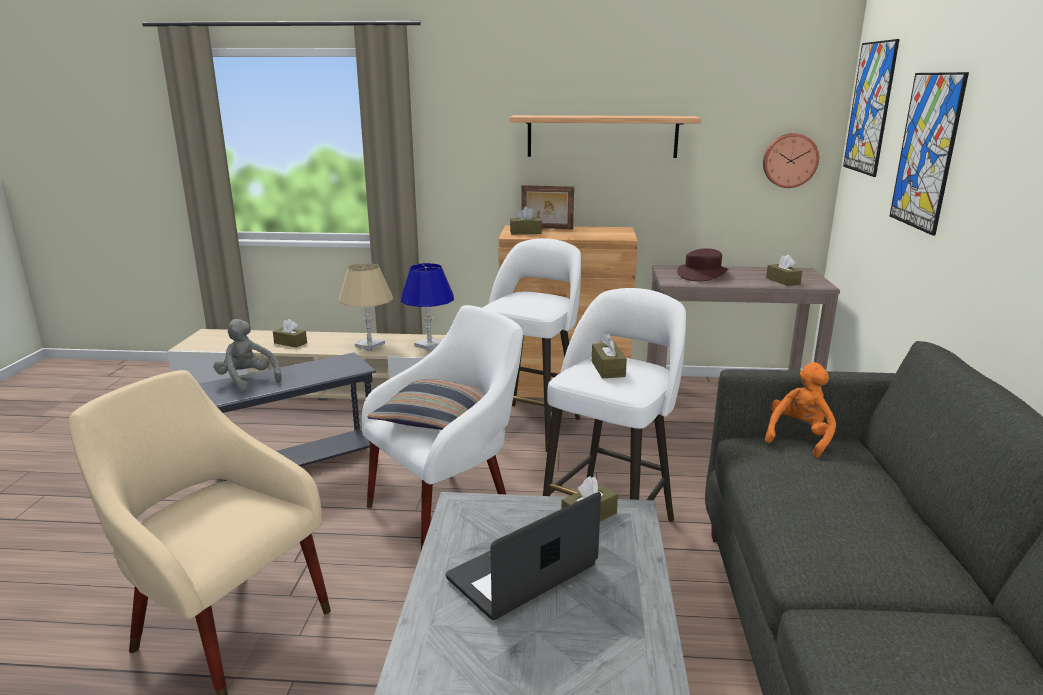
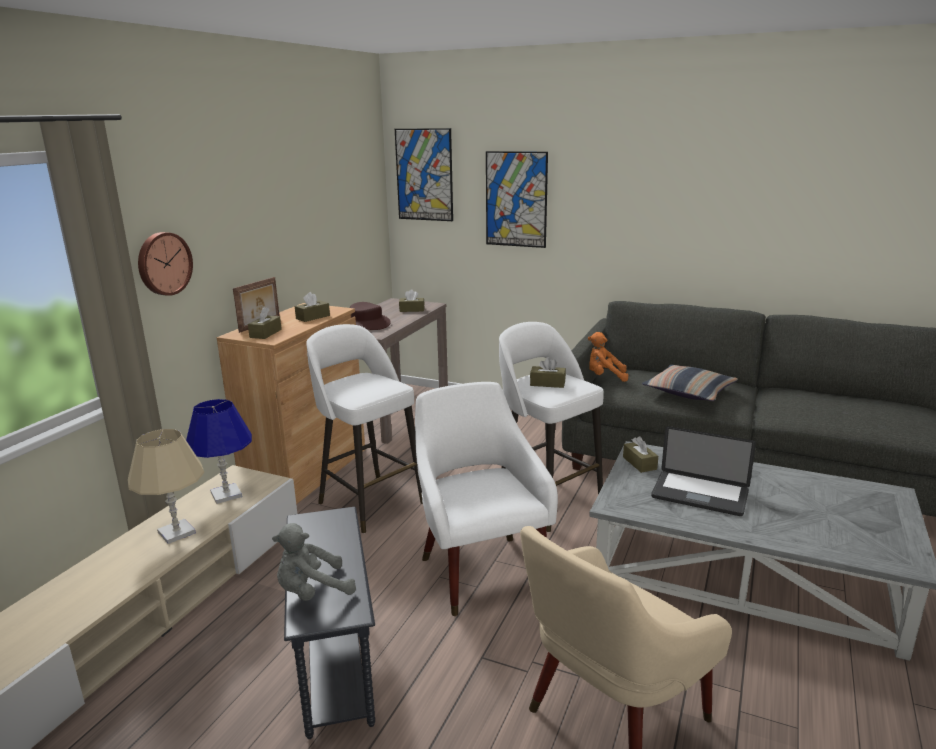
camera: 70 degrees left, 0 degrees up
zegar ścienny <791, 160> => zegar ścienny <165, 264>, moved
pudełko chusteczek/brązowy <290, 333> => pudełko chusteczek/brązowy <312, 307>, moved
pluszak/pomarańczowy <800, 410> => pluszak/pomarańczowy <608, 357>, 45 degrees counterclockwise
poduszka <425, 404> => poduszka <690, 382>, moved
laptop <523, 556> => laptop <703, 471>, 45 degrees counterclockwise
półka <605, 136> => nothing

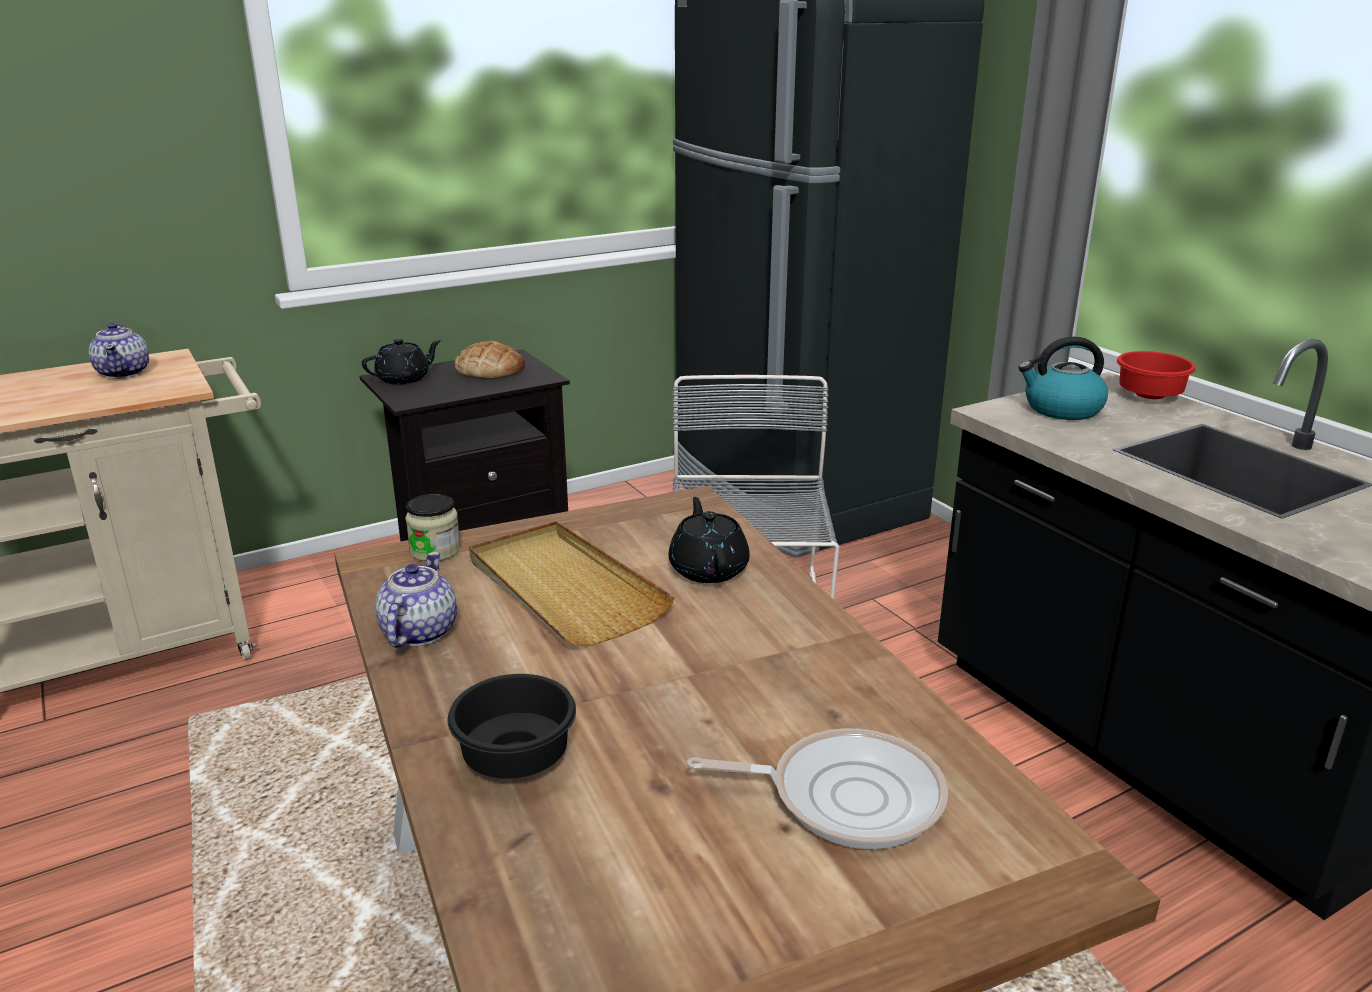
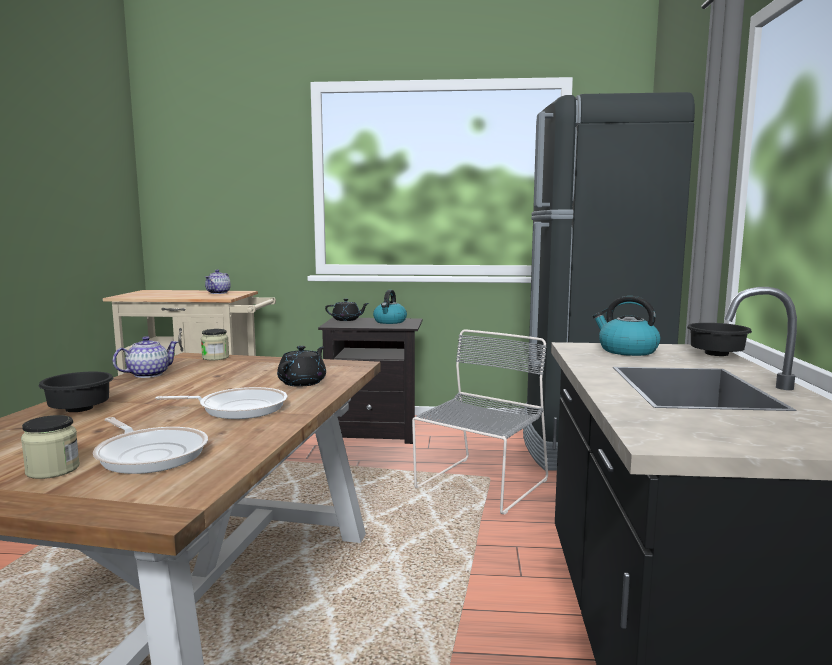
camera: 35 degrees right, 15 degrees down
nothing => słoik <50, 447>
nothing => patelnia <221, 403>
chleb <490, 360> => czajnik <390, 307>
miska/czerwony <1156, 375> => miska/czarny <719, 339>
taca/beżowy <572, 583> => nothing

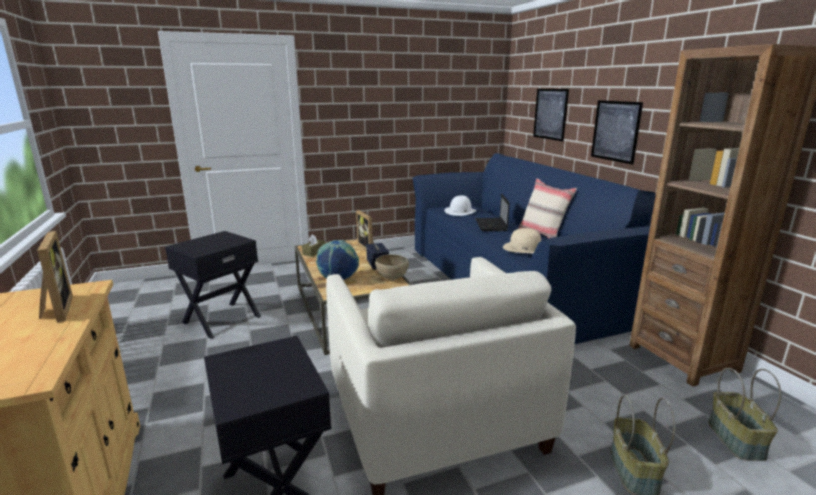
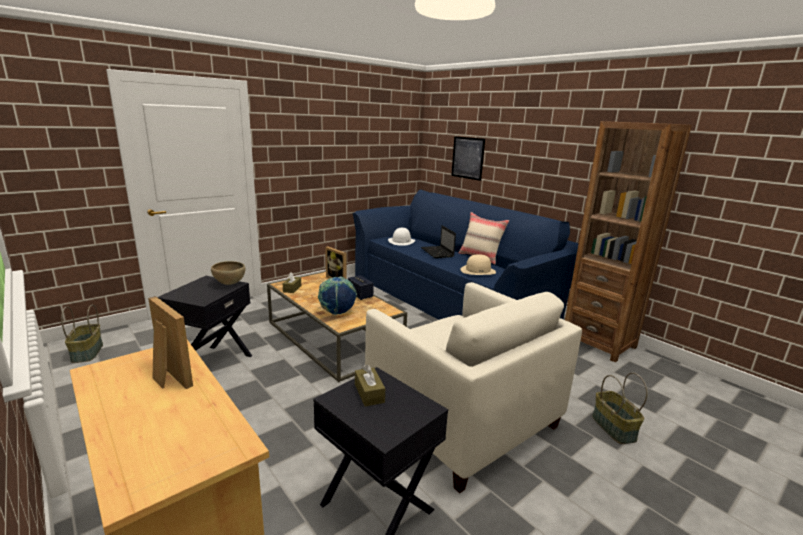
camera: 20 degrees left, 0 degrees up
koszyk <744, 414> => koszyk <82, 334>, moved
miska/brązowy <392, 267> => miska/brązowy <228, 273>, moved
nothing => pudełko chusteczek/brązowy <370, 385>
obraz <617, 132> => nothing

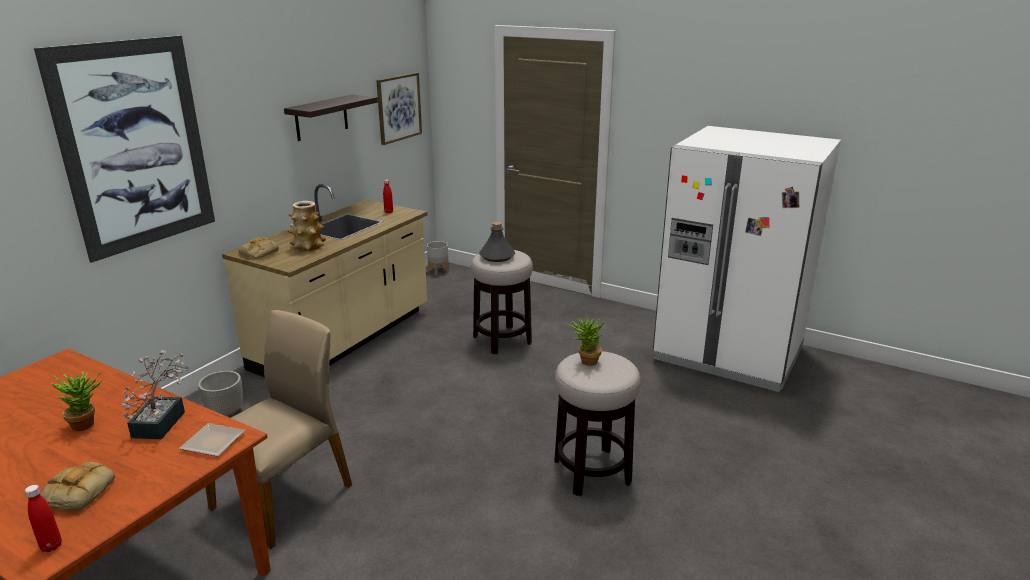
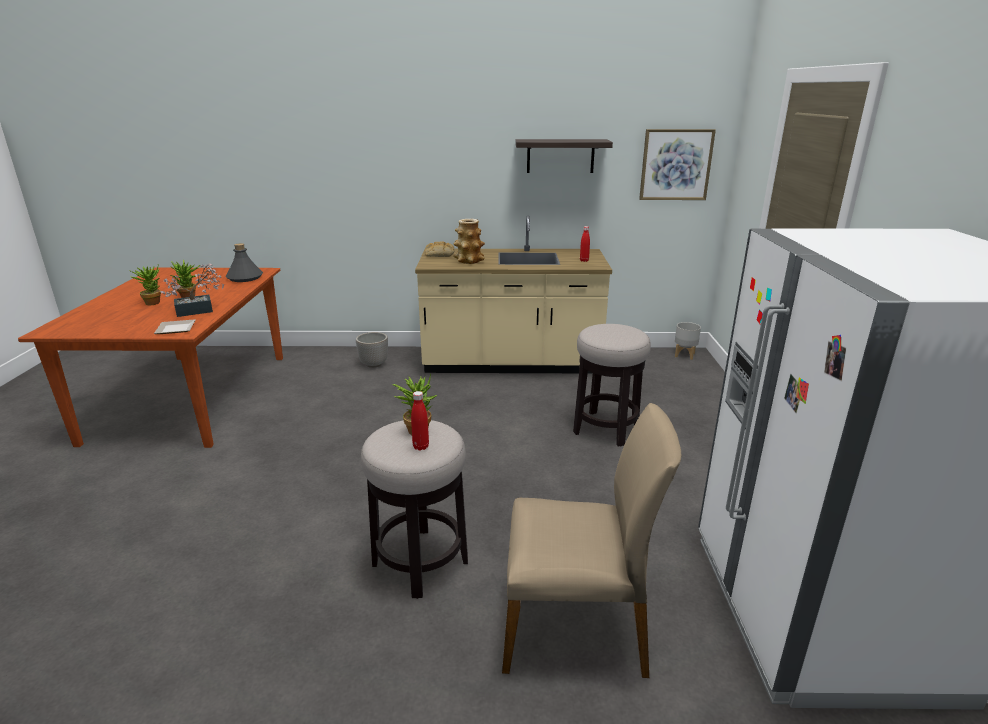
camera: 60 degrees right, 0 degrees up
nothing => roślina doniczkowa <144, 286>
butelka/szary <497, 242> => butelka/szary <244, 262>, moved
butelka/czerwony <43, 518> => butelka/czerwony <420, 420>, moved
krzesło/beżowy <278, 429> => krzesło/beżowy <591, 540>, moved
obraz <124, 149> => nothing
chleb <78, 486> => nothing

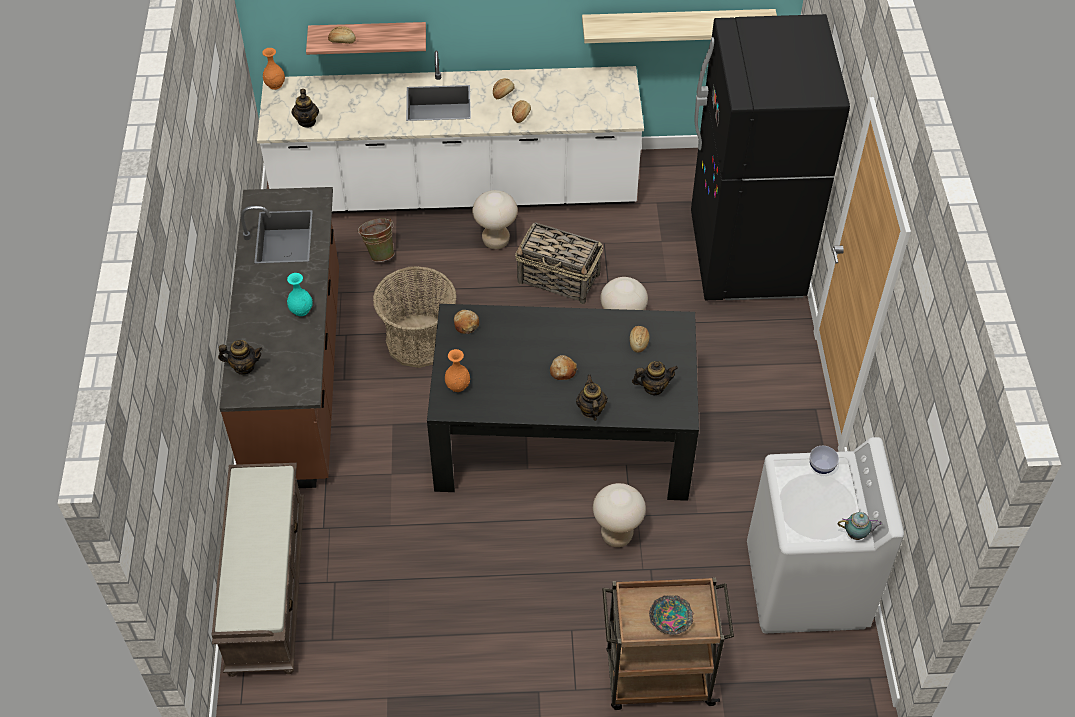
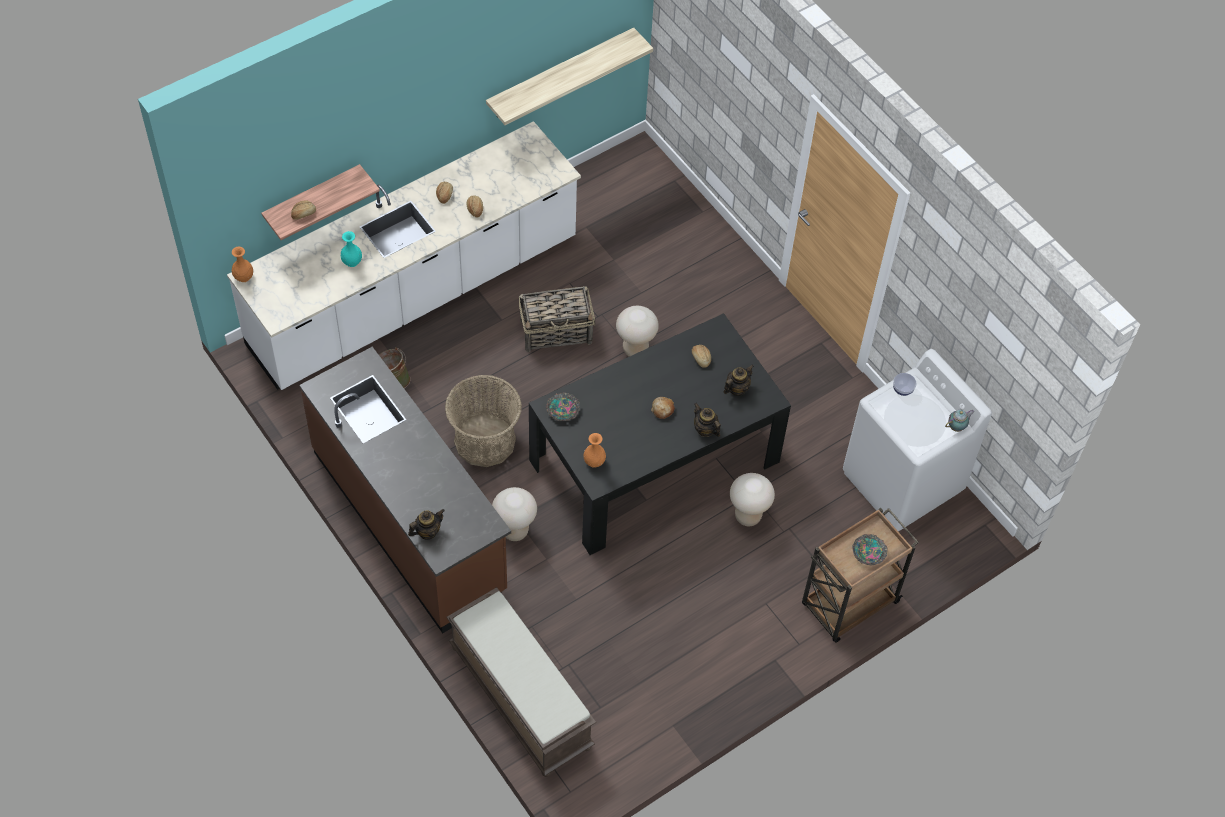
camera: 35 degrees left, 5 degrees up
wazon/turkusowy <300, 294> => wazon/turkusowy <351, 249>, moved
stołek/beżowy <495, 219> => stołek/beżowy <514, 514>, moved
chleb <466, 322> => miska <563, 406>
imbryk <305, 108> => nothing
lodówka/czarny <770, 157> => nothing

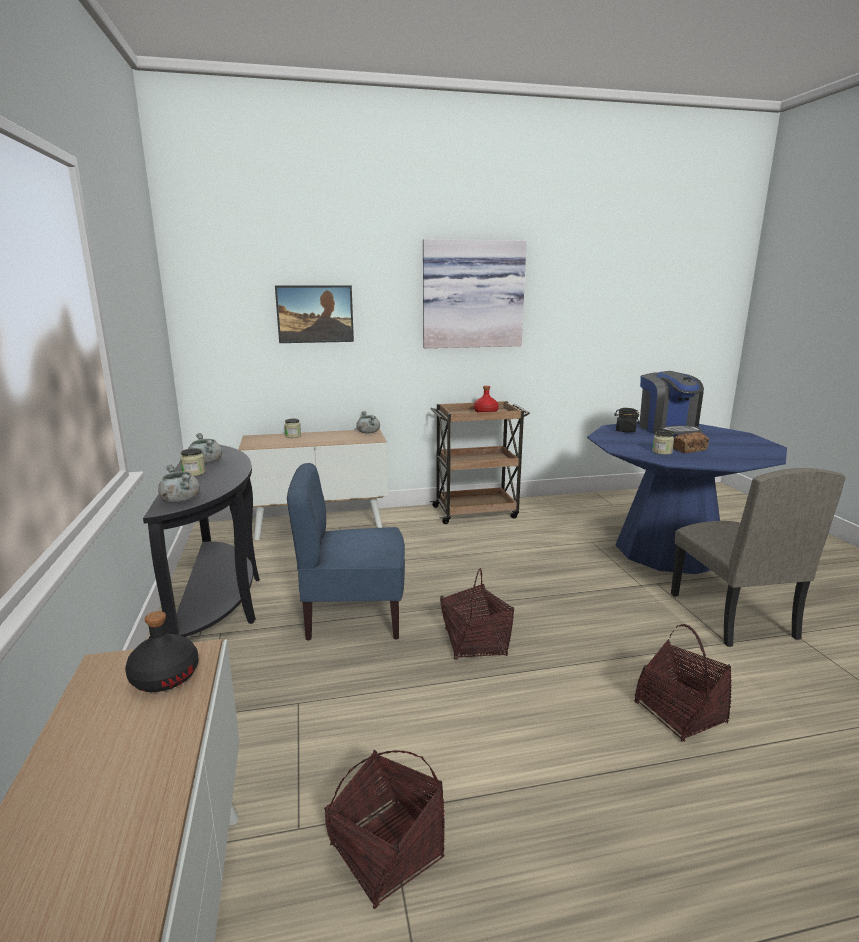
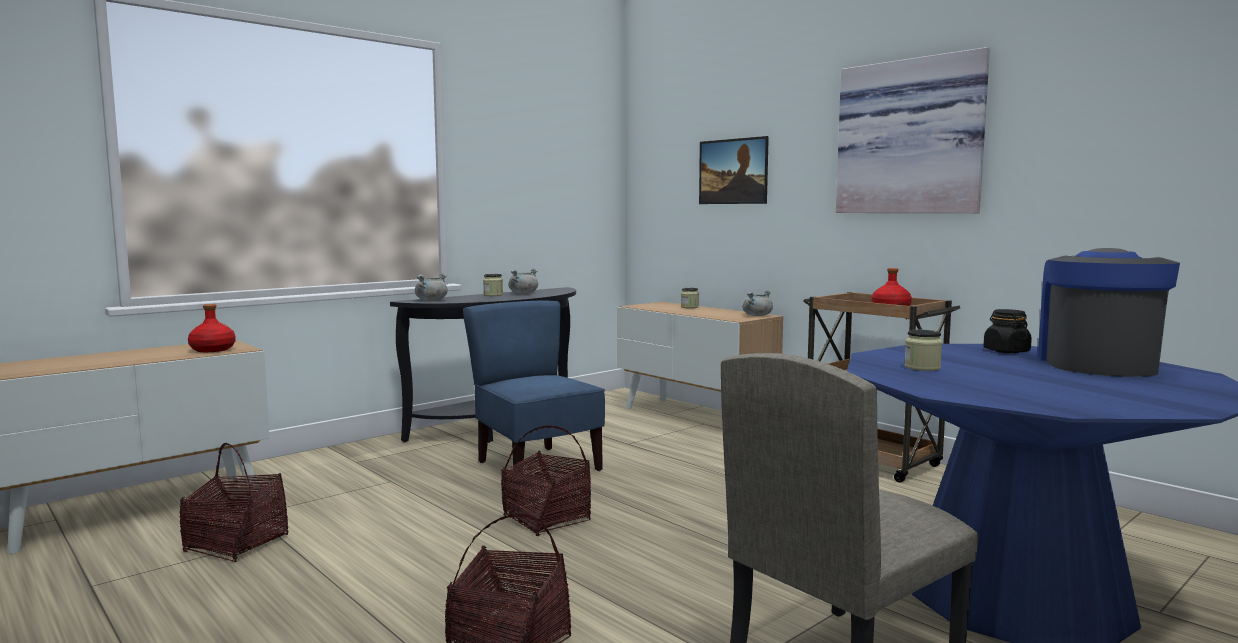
camera: 60 degrees right, 10 degrees down
butelka/czarny <162, 651> => butelka/czerwony <212, 328>
ekspres do kawy <671, 403> => ekspres do kawy <1109, 312>, 150 degrees clockwise
chleb <691, 442> => nothing

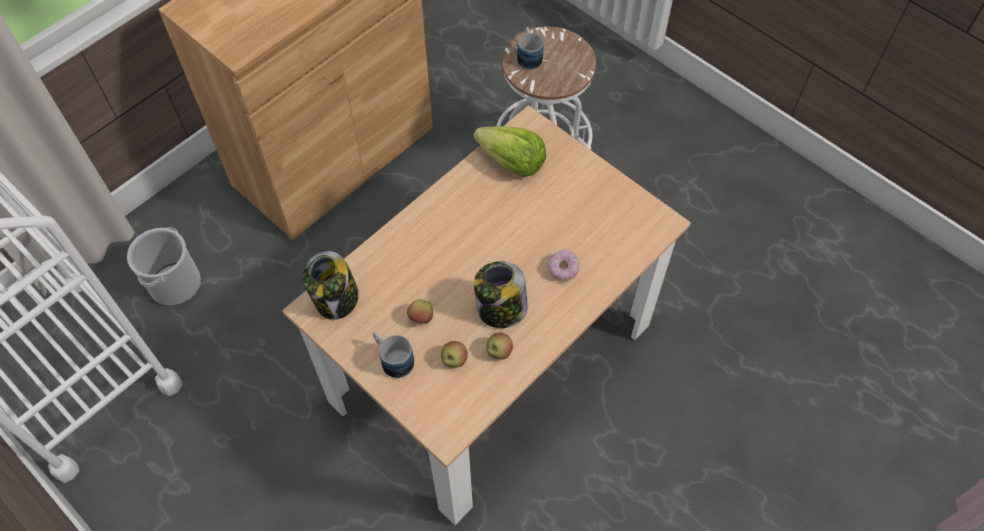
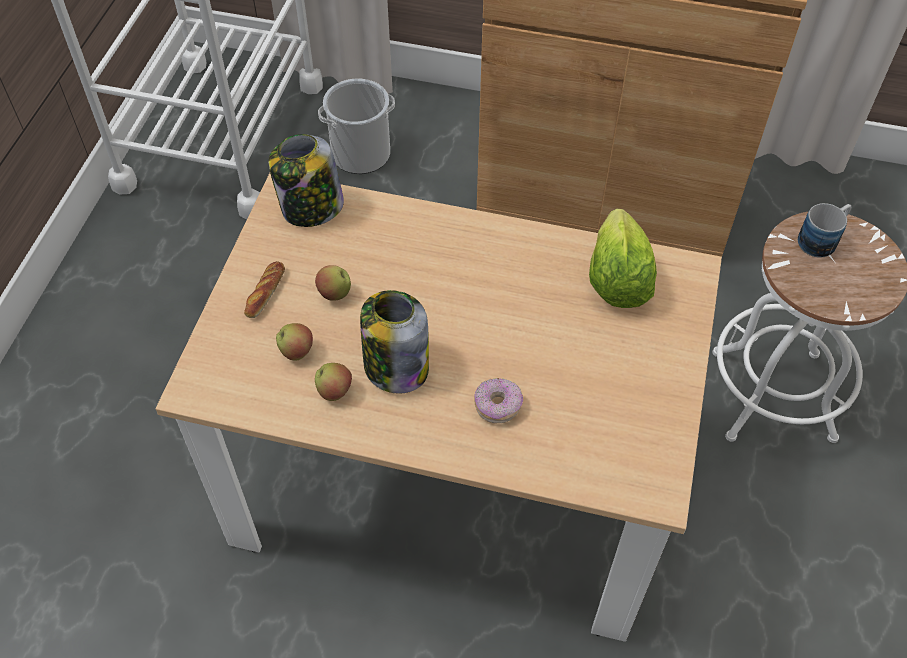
camera: 60 degrees right, 5 degrees down
kubek <393, 355> => chleb <264, 289>

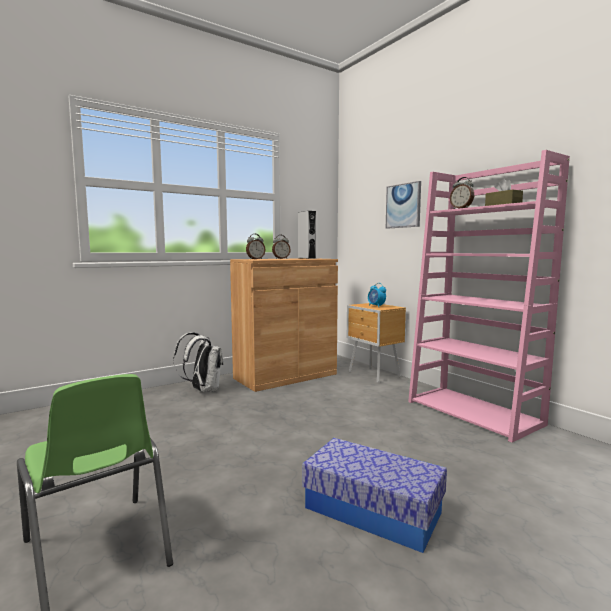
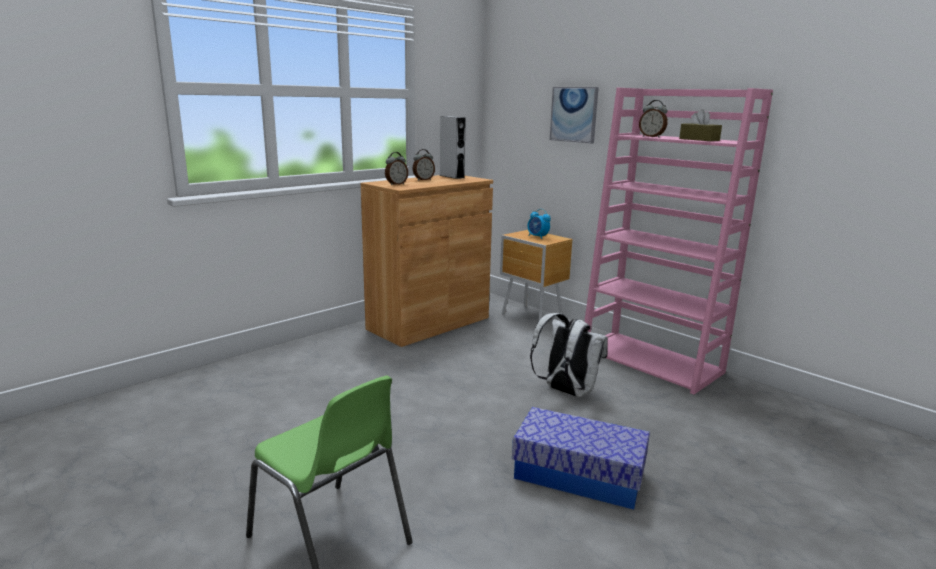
camera: 10 degrees left, 10 degrees up
plecak/biały <198, 362> => plecak/biały <569, 355>, moved

